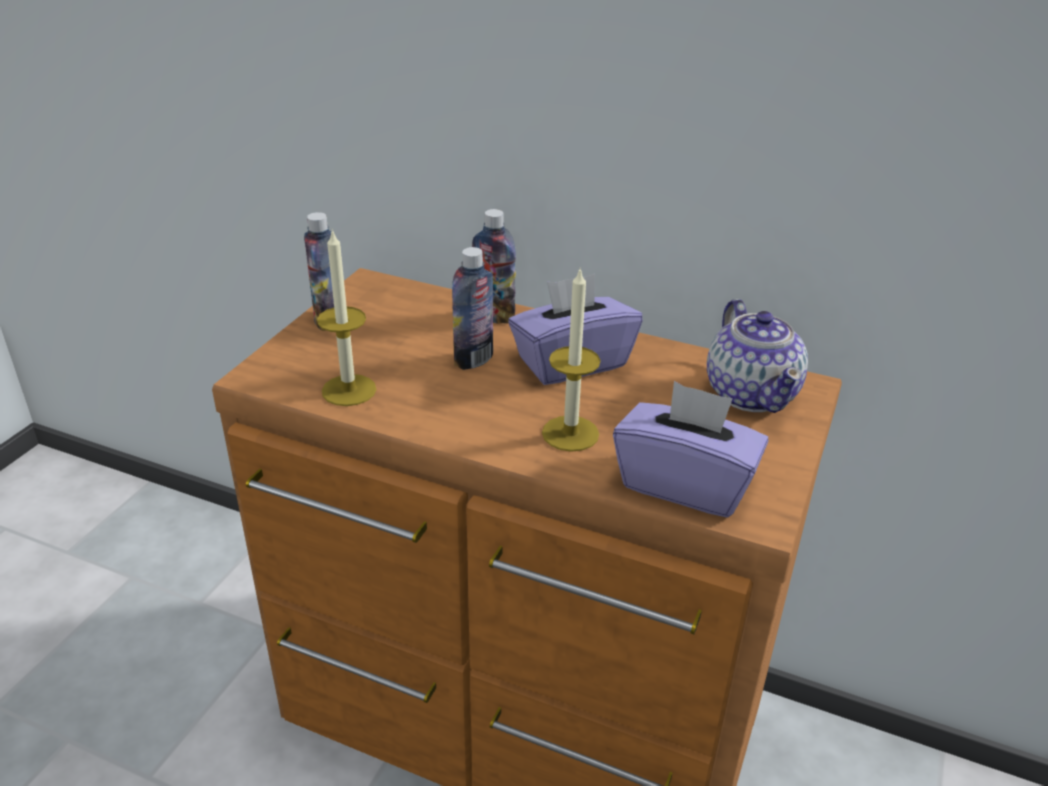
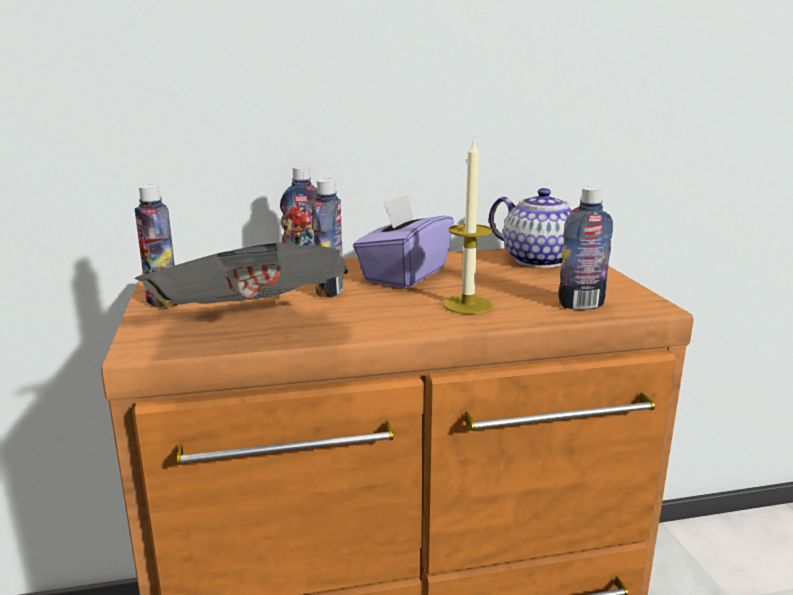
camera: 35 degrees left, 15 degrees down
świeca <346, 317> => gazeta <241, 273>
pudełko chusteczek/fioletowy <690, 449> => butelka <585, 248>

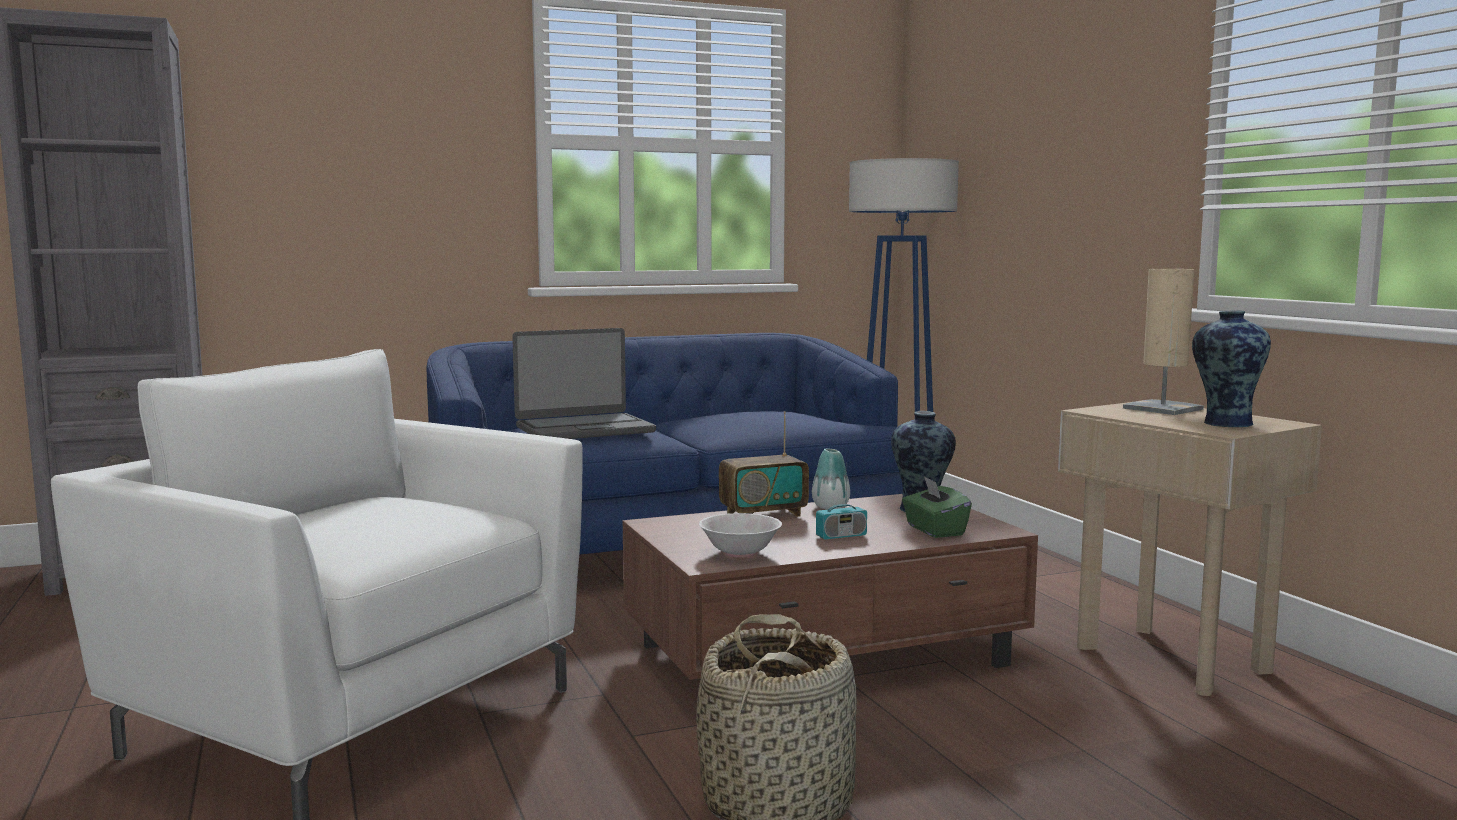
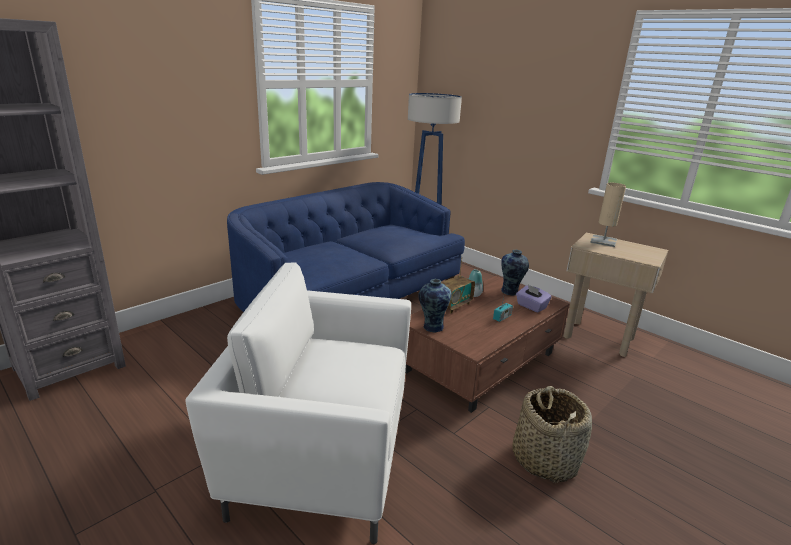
camera: 25 degrees left, 15 degrees up
wazon <1231, 368> => wazon <435, 305>, moved
pudełko chusteczek/zielony <937, 507> => pudełko chusteczek/fioletowy <533, 299>
laptop <584, 383> => nothing
miska/biały <740, 535> => nothing

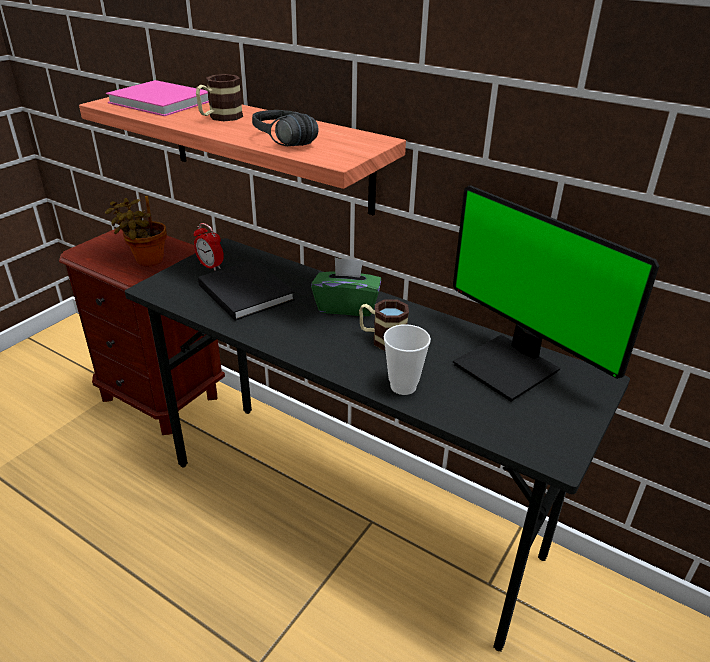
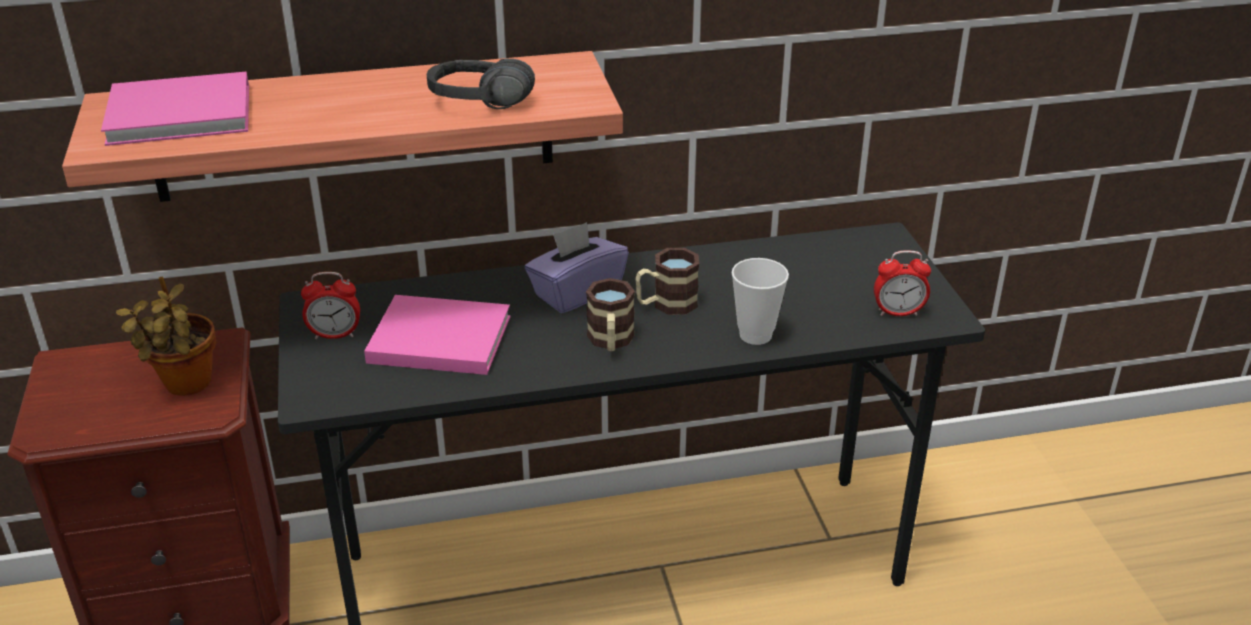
camera: 45 degrees left, 0 degrees up
książka/czarny <246, 290> => książka/różowy <437, 335>
pudełko chusteczek/zielony <346, 286> => pudełko chusteczek/fioletowy <577, 267>
kubek <219, 97> => kubek <610, 315>, moved
nothing => budzik <902, 283>
monitor <556, 293> => nothing

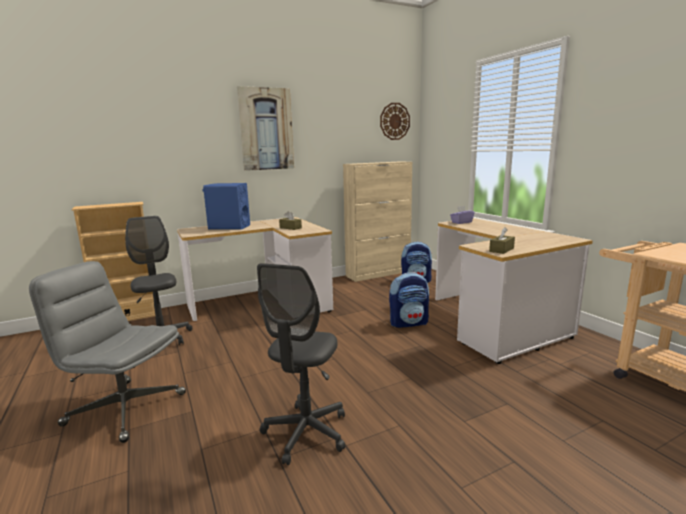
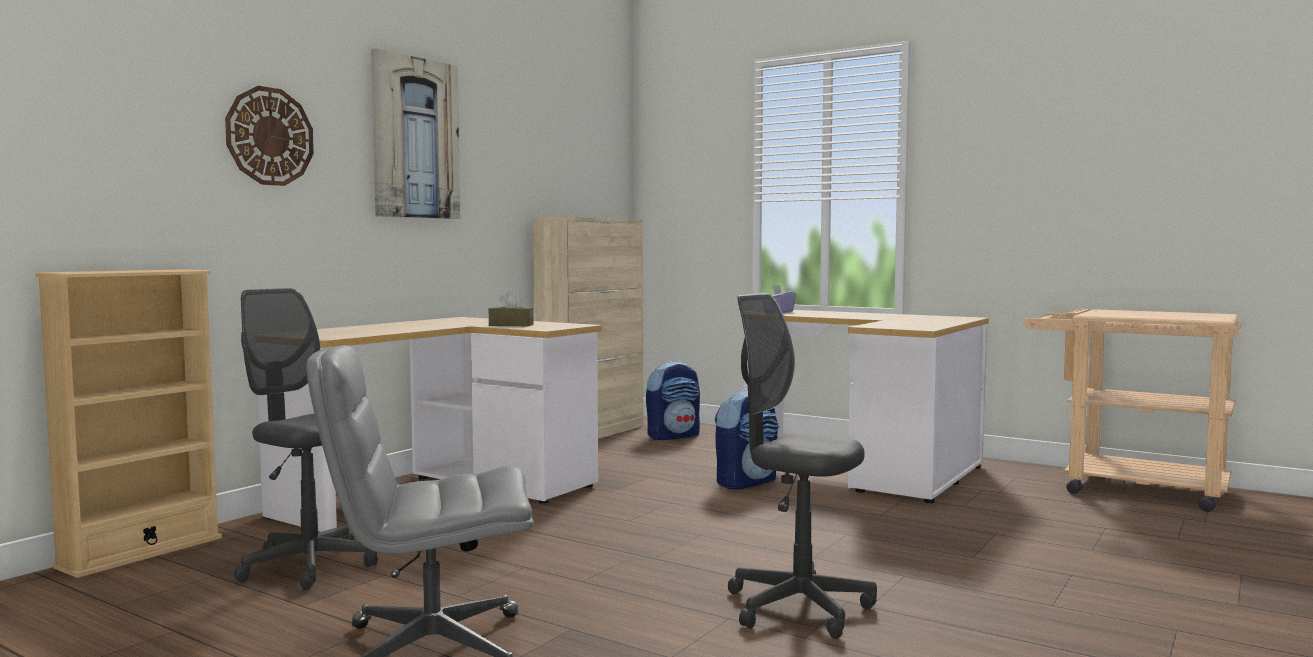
camera: 30 degrees left, 10 degrees down
zegar ścienny <395, 121> => zegar ścienny <269, 136>, moved
krzesło biurowe/szary <301, 364> => krzesło biurowe/szary <802, 466>, 135 degrees clockwise
głośnik/niebieski <226, 206> => nothing
pudełko chusteczek/brązowy <502, 240> => nothing

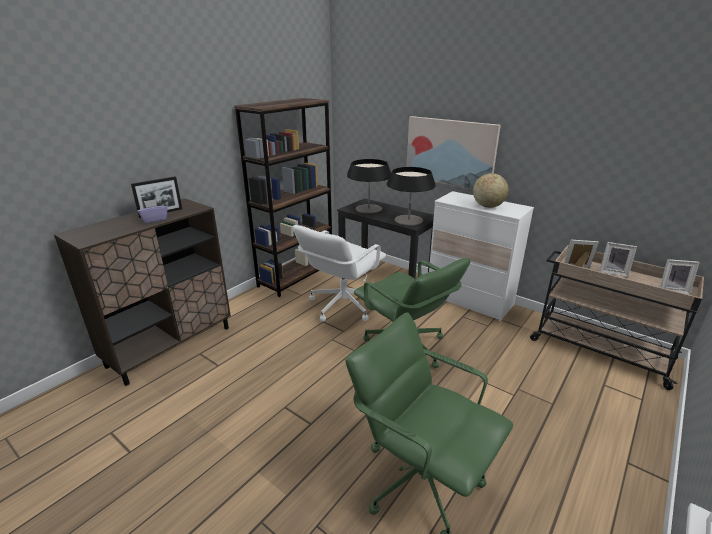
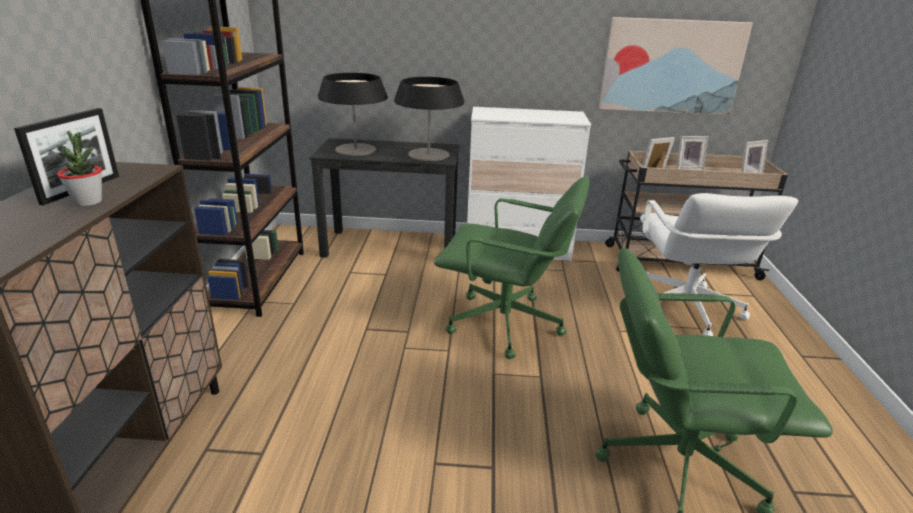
camera: 35 degrees left, 0 degrees up
pudełko chusteczek/fioletowy <152, 211> => roślina doniczkowa <79, 168>
obraz <454, 152> => obraz <676, 66>, moved
krzesło biurowe/biały <339, 273> => krzesło biurowe/biały <719, 264>, moved
globus <491, 190> => nothing

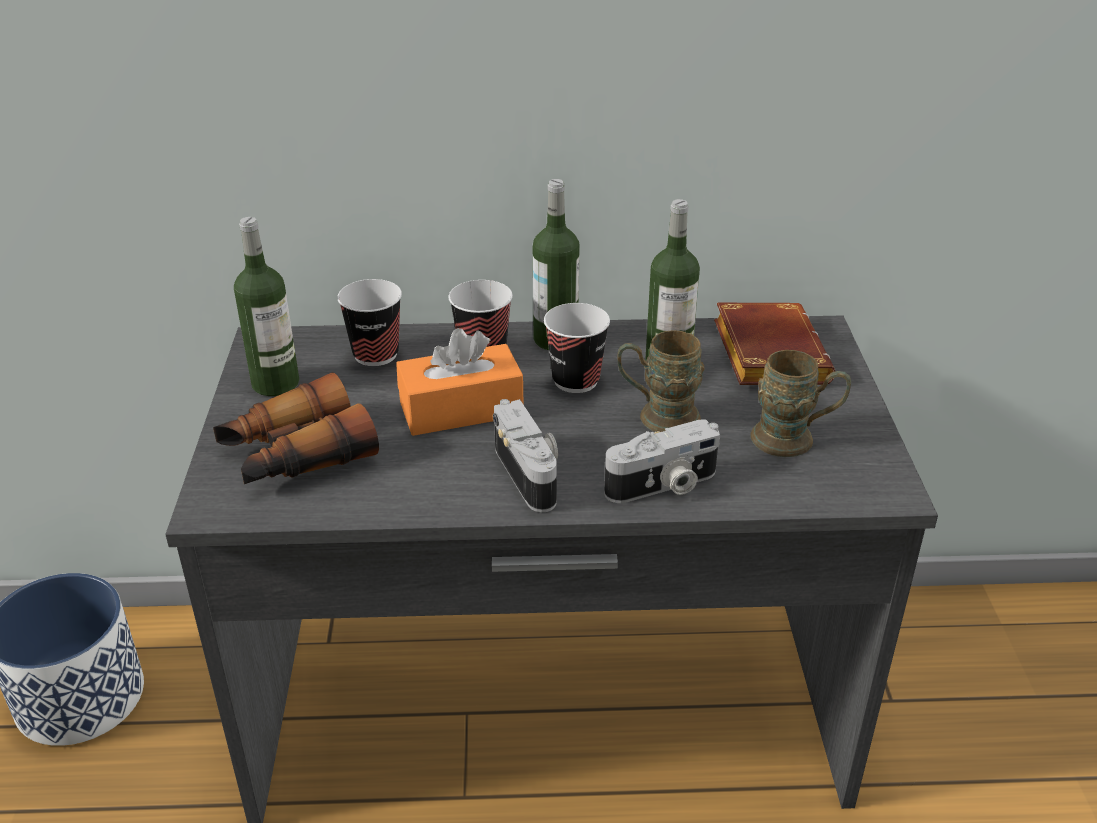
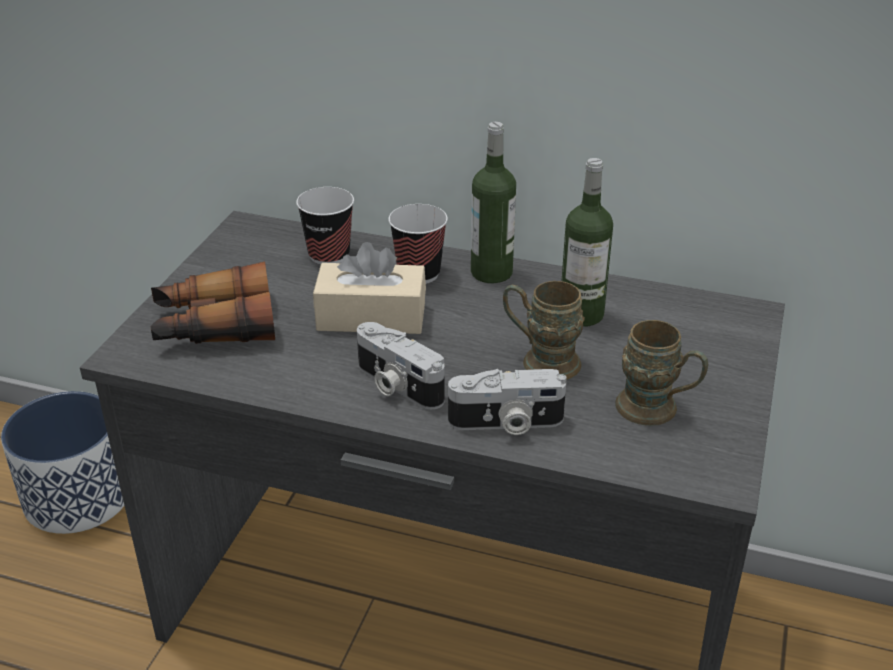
camera: 20 degrees right, 0 degrees up
pudełko chusteczek/pomarańczowy <460, 382> => pudełko chusteczek/beżowy <369, 288>
aparat fotograficzny <525, 455> => aparat fotograficzny <401, 366>, 135 degrees clockwise
butelka <266, 306> => nothing
filiżanka <577, 348> => nothing
książka/brązowy <774, 344> => nothing

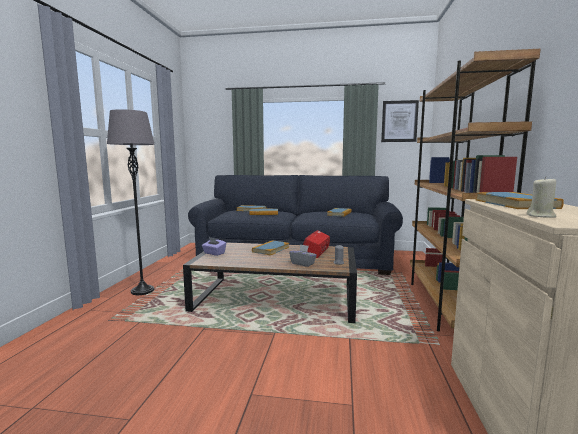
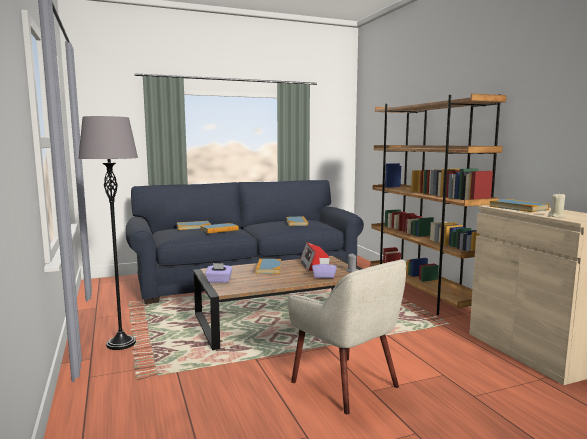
camera: 30 degrees left, 0 degrees up
nothing => fotel/beżowy <347, 337>
pudełko chusteczek/szary <303, 255> => pudełko chusteczek/fioletowy <324, 268>
obraz <400, 121> => nothing

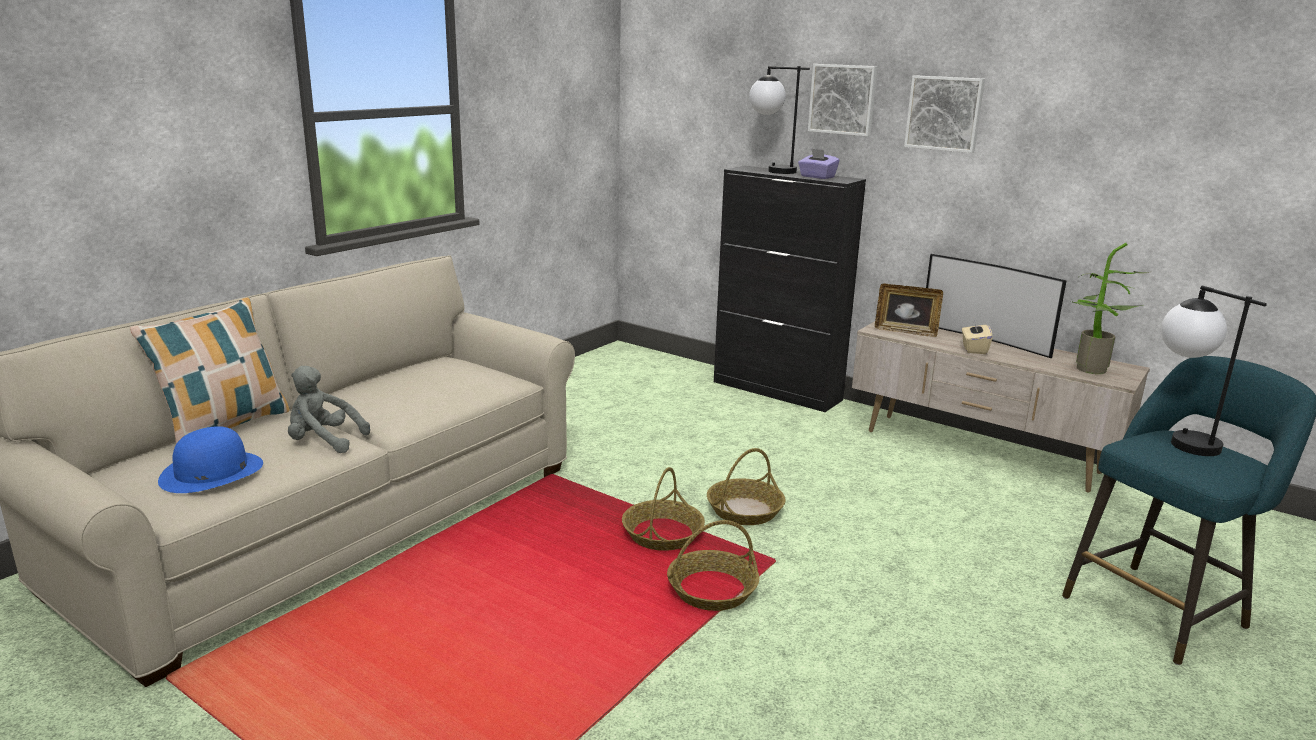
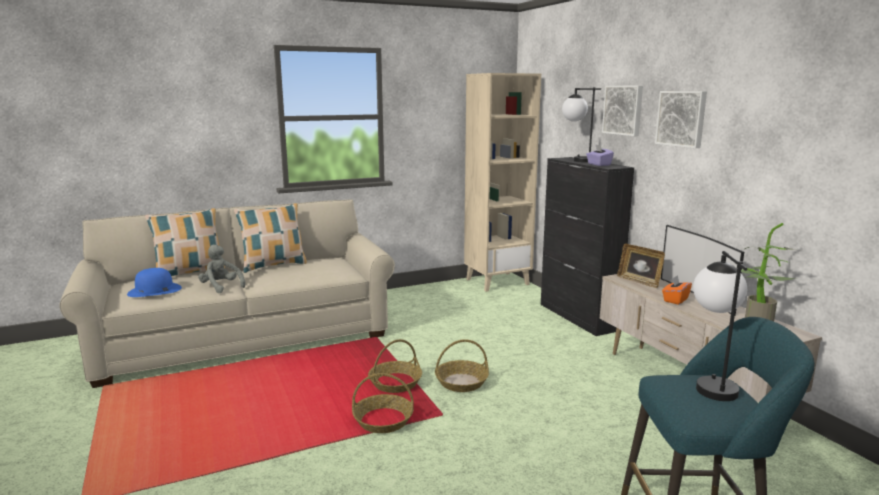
camera: 30 degrees right, 5 degrees down
nothing => poduszka <270, 238>
nothing => regał/beżowy <502, 182>
pudełko chusteczek/beżowy <977, 337> => pudełko chusteczek/pomarańczowy <677, 290>

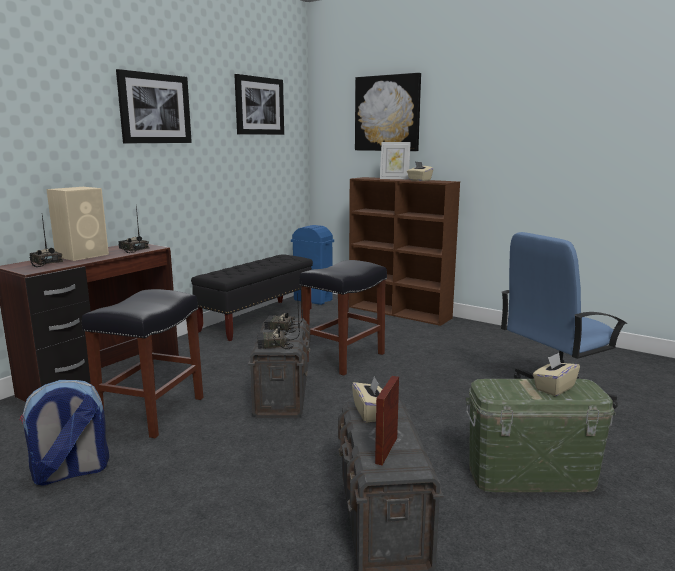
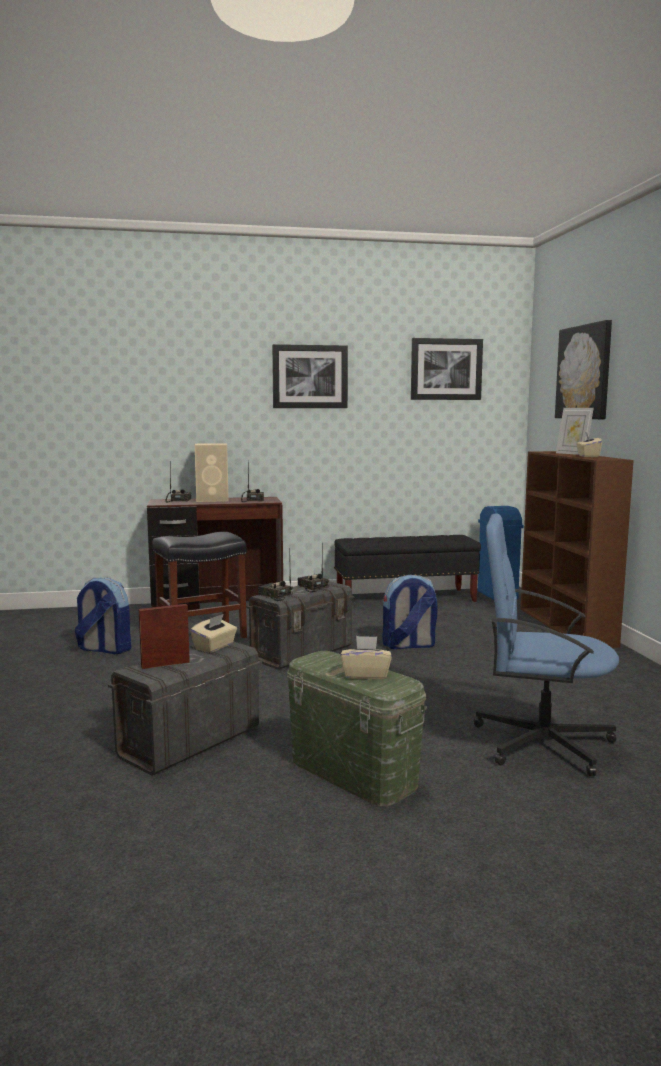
camera: 45 degrees right, 5 degrees down
stołek/czarny <343, 318> => plecak <410, 612>

